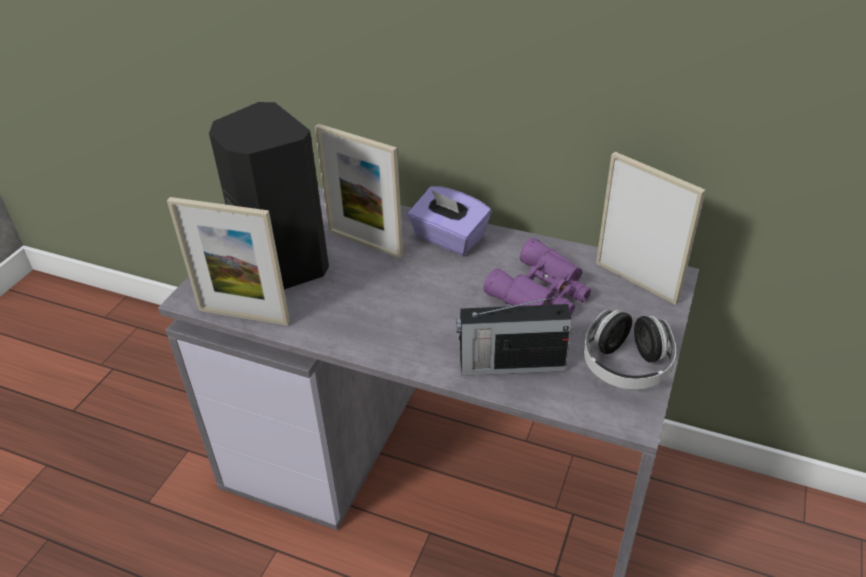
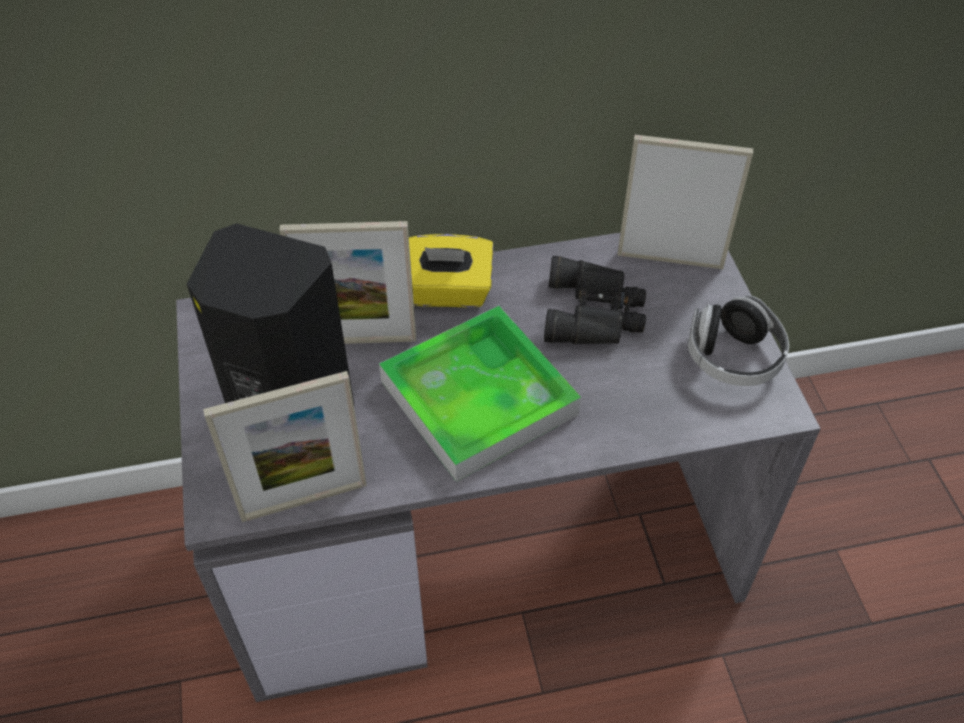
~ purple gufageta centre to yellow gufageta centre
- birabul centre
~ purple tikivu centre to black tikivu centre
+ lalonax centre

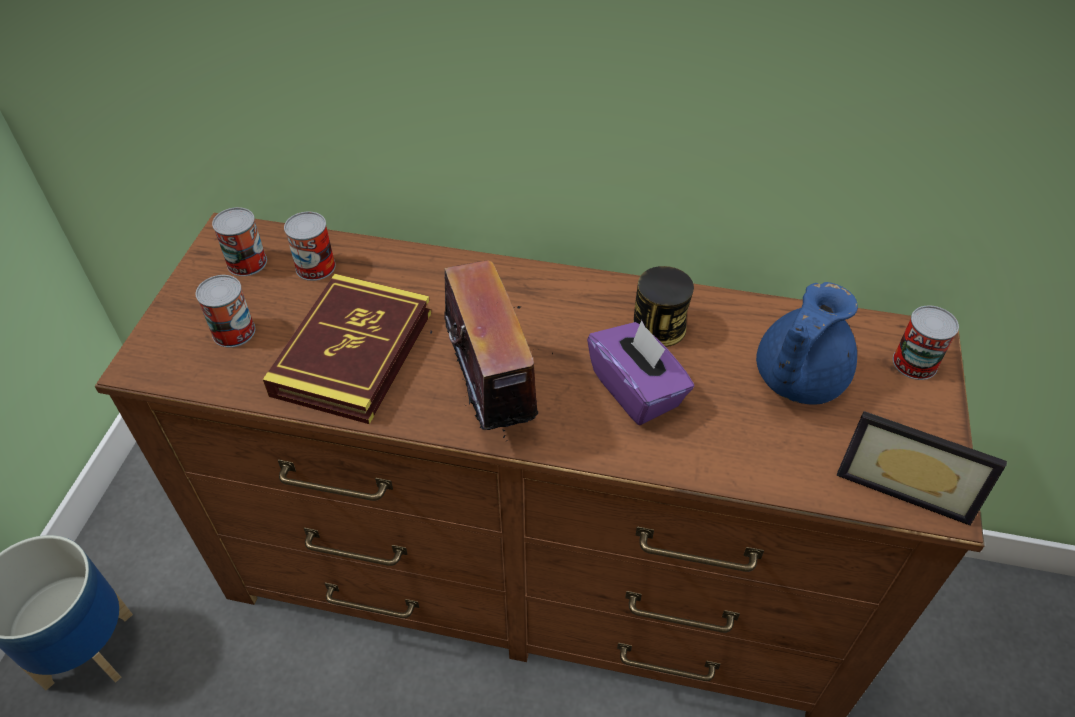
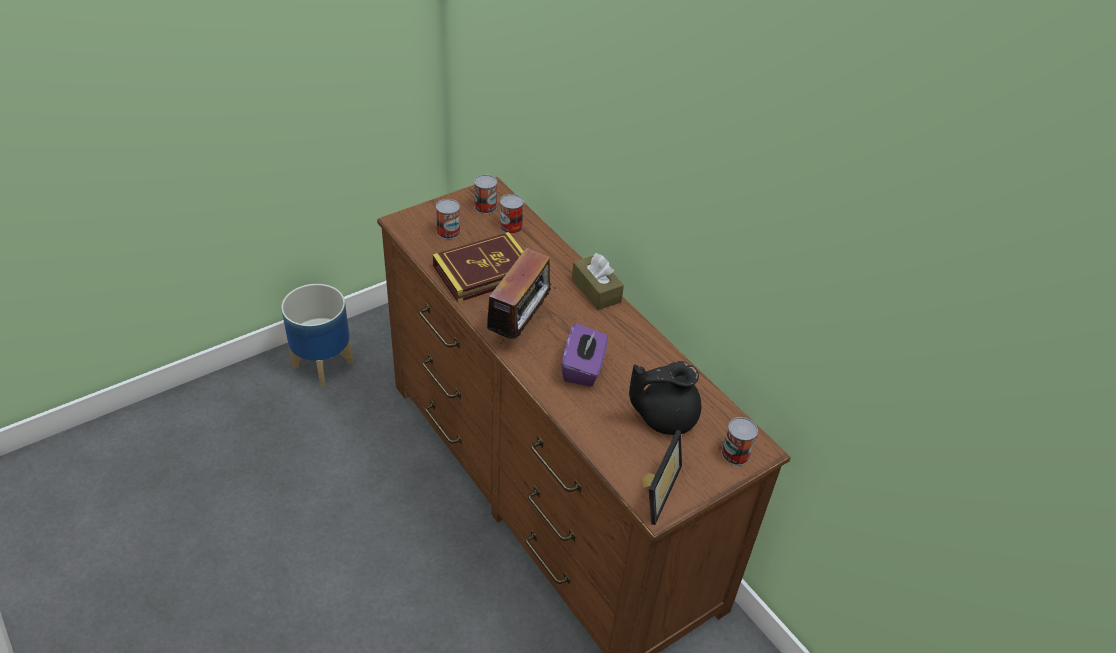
- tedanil (no. 4 from left) centre
~ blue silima middle right to black silima centre
~ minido middle right = bottom centre 135 degrees counterclockwise
+ brown gufageta centre

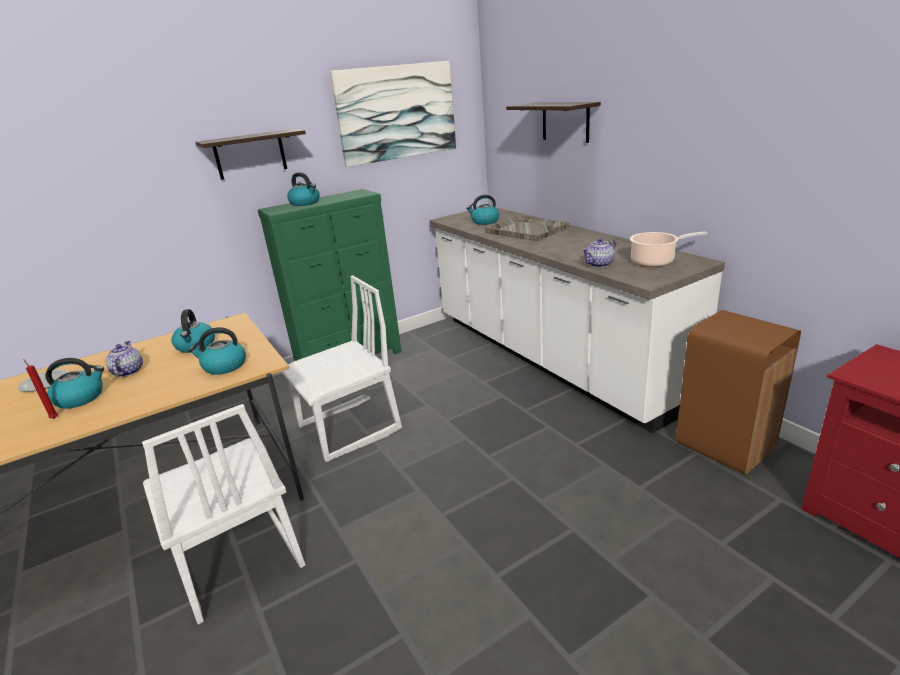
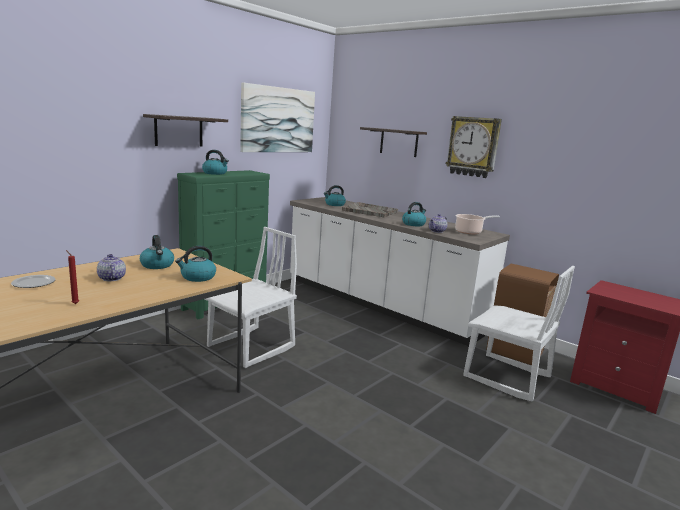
~ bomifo (no. 1 from left in the first image) middle left to bomifo (no. 5 from left) centre
~ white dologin (no. 1 from left in the first image) bottom left to white dologin (no. 2 from left) middle right
+ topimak top right

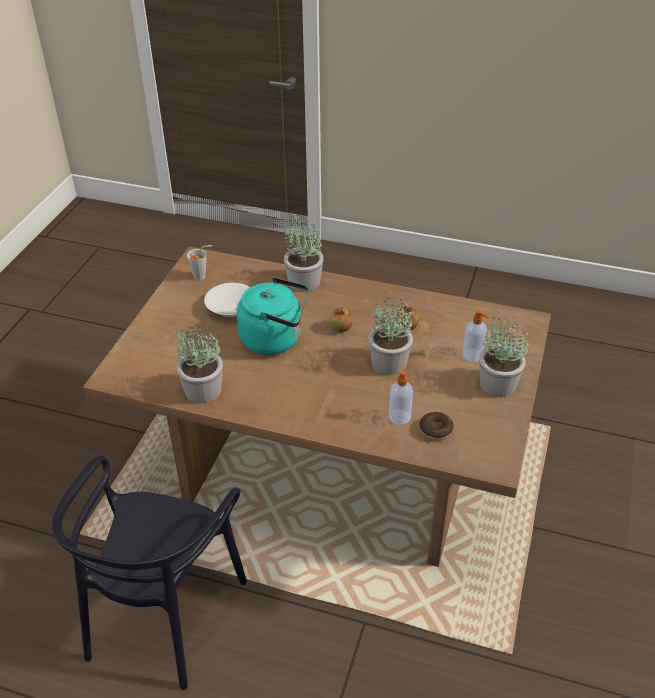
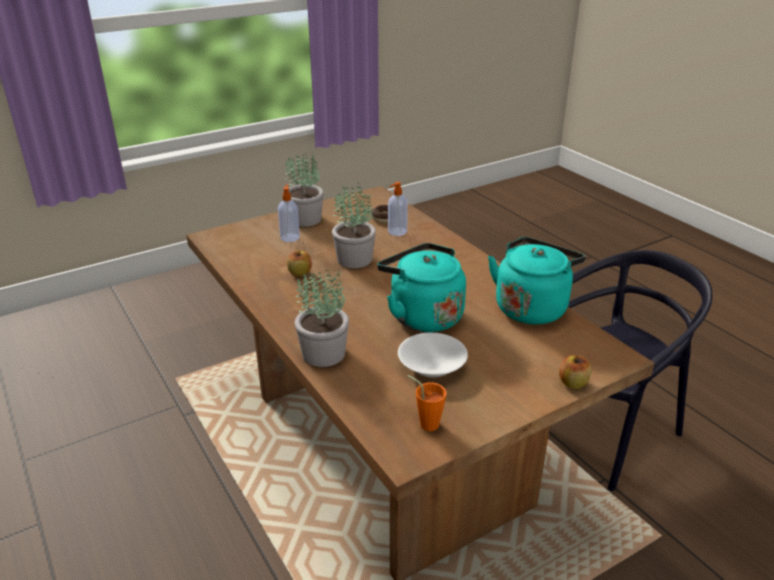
~ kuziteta (no. 1 from left) middle left to turquoise bomifo (no. 2 from left) middle right
~ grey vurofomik middle left to orange vurofomik bottom centre
~ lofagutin (no. 1 from left in the first image) centre to lofagutin (no. 2 from left) middle right

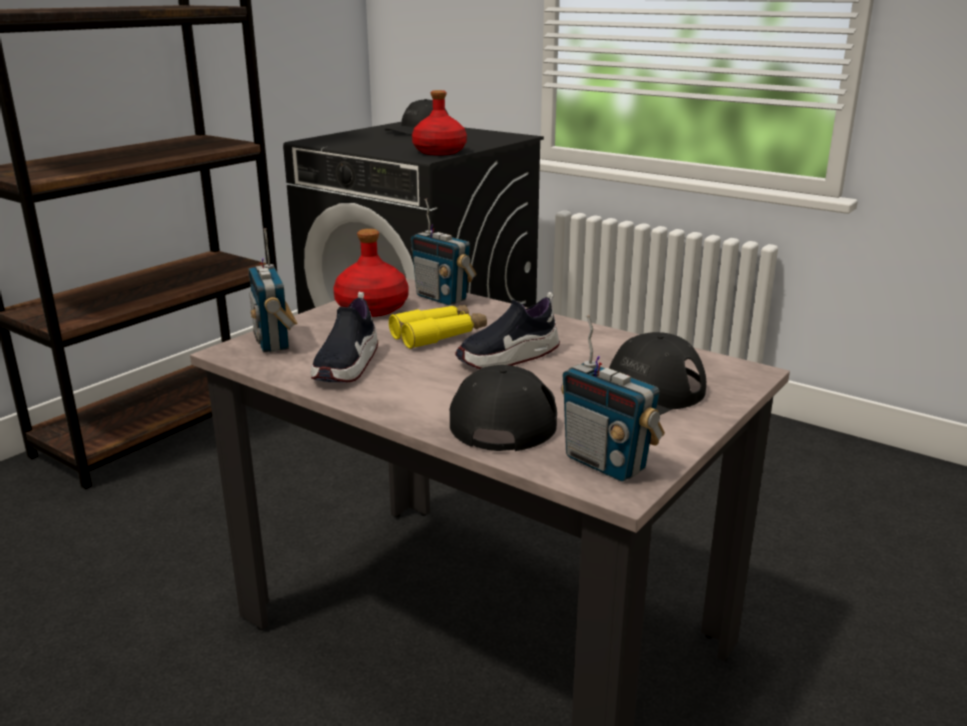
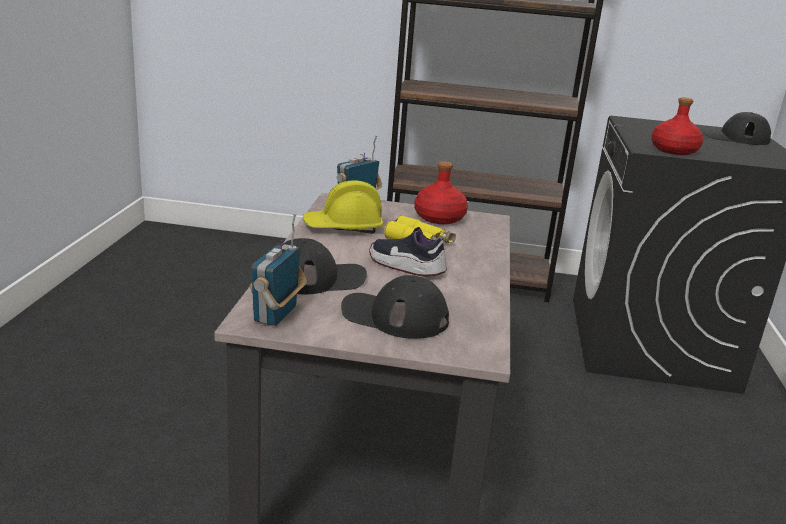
~ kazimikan (no. 1 from left) centre to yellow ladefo centre
- birabul (no. 2 from left) centre

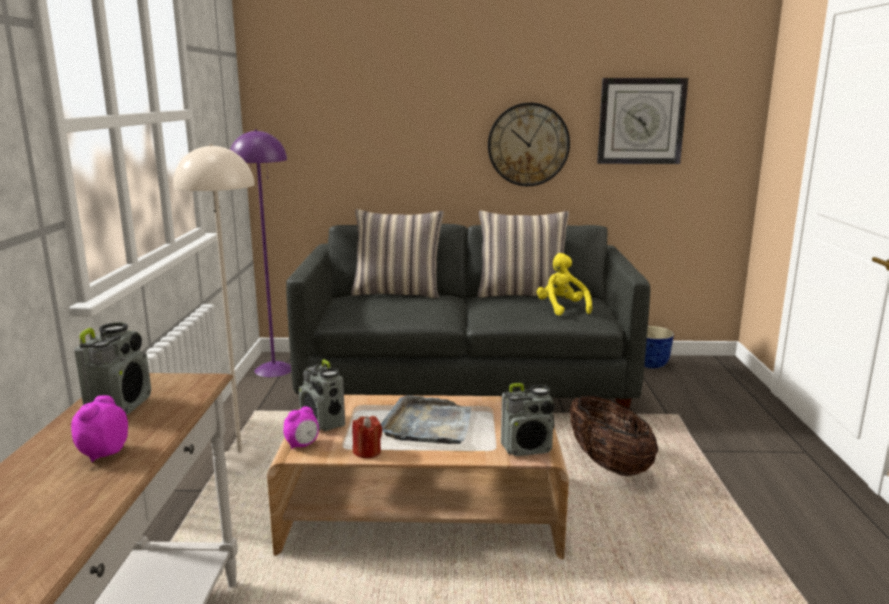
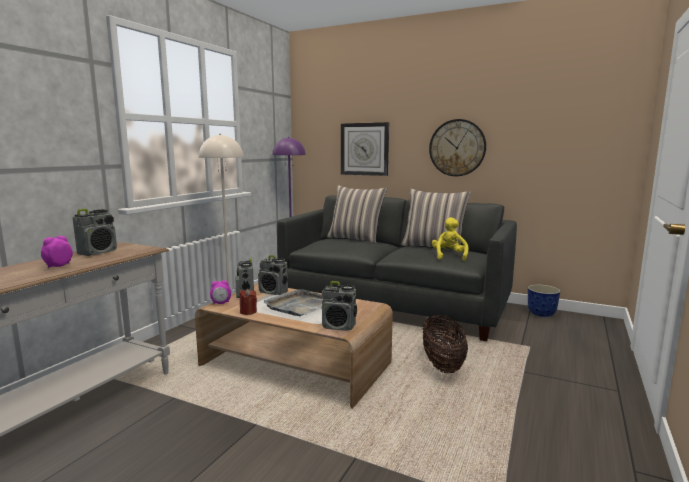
~ topimak (no. 2 from left in the first image) top right to topimak (no. 1 from left) top centre
+ birabul (no. 3 from left) centre

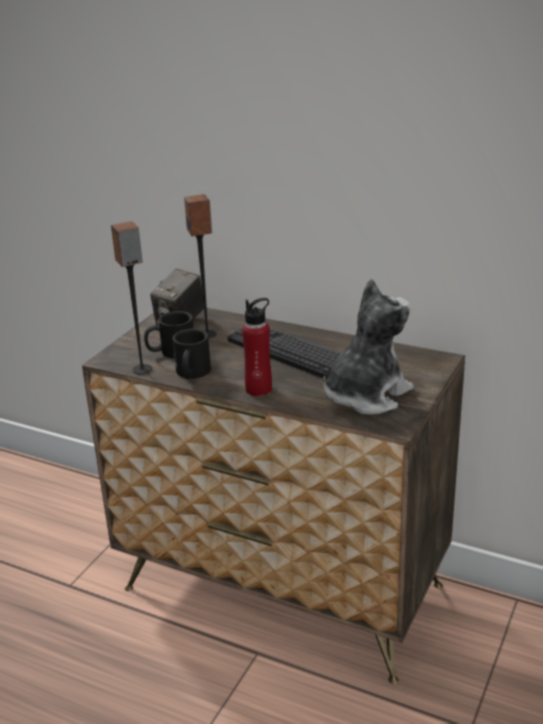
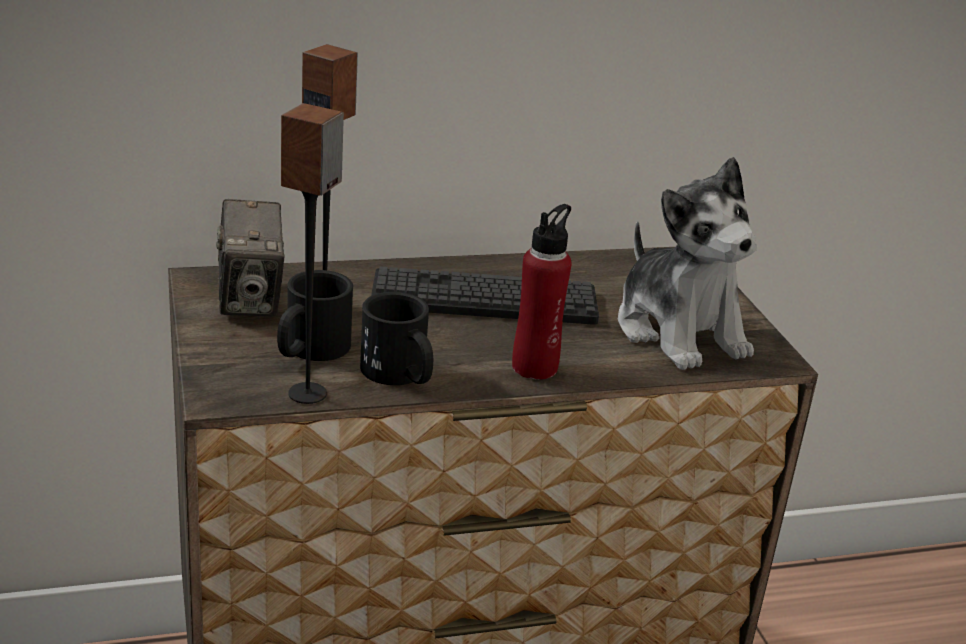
~ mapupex middle right = middle right 150 degrees clockwise

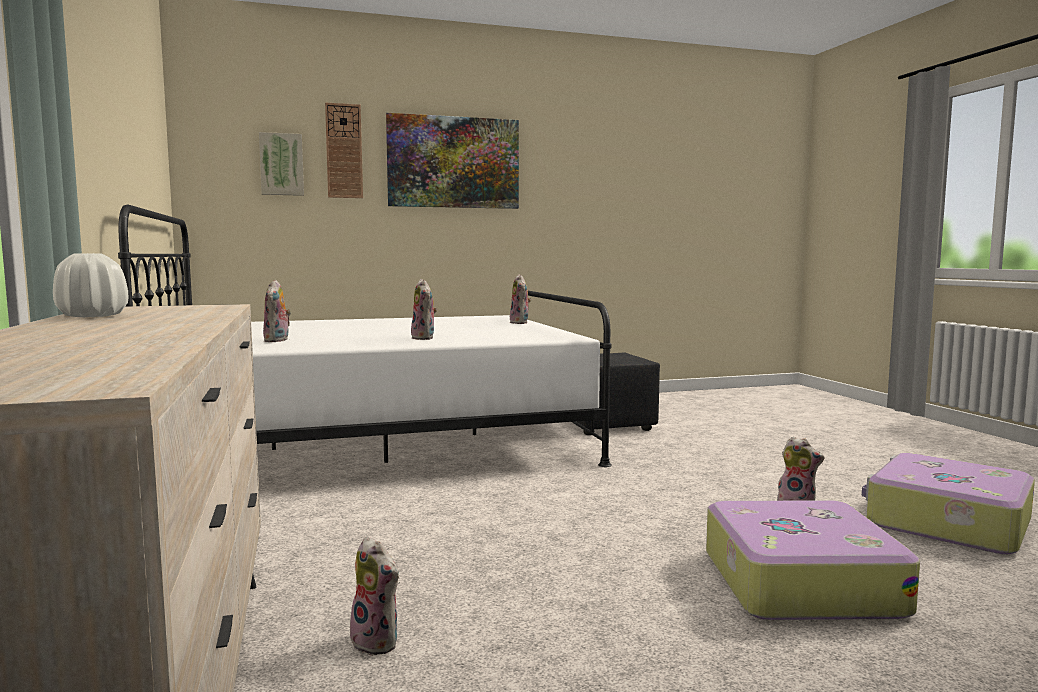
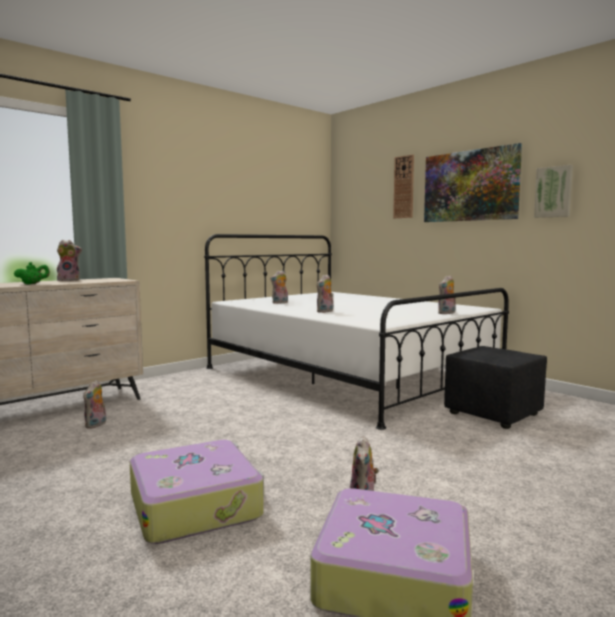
~ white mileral middle left to mapupex (no. 1 from left) middle left
~ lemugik (no. 1 from left in the first image) top left to lemugik (no. 2 from left) top right
+ green silima middle left

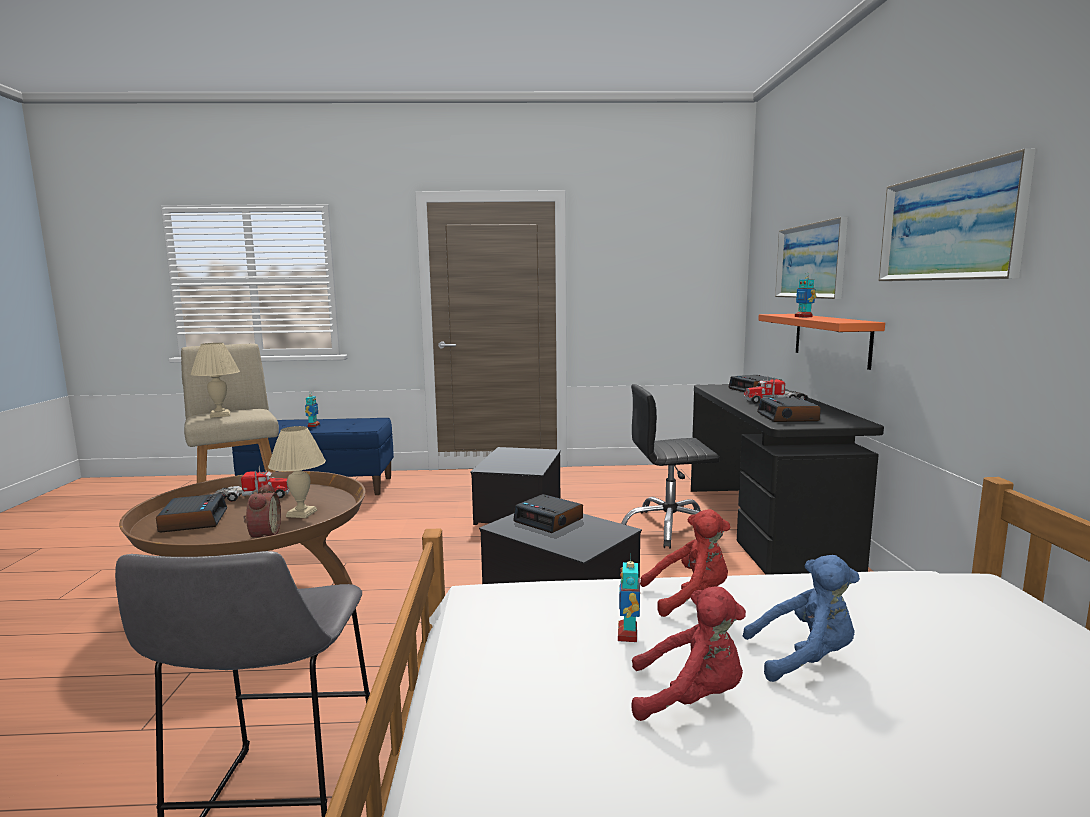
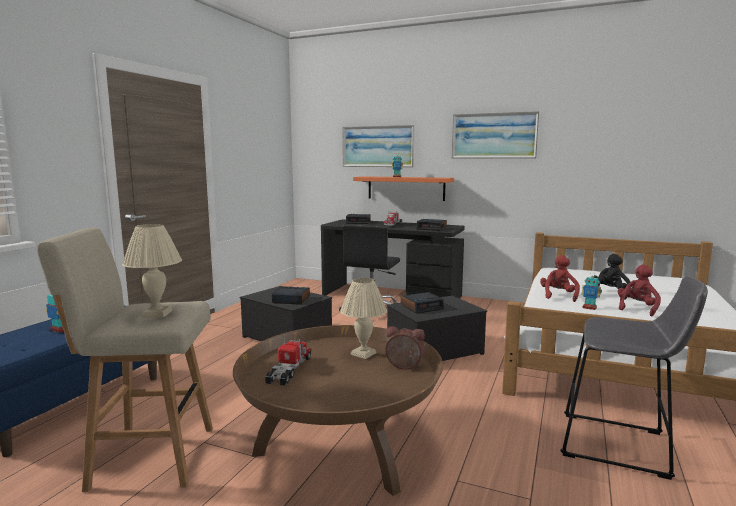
~ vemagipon (no. 1 from left) middle left to centre
~ blue mapupex bottom right to black mapupex middle right

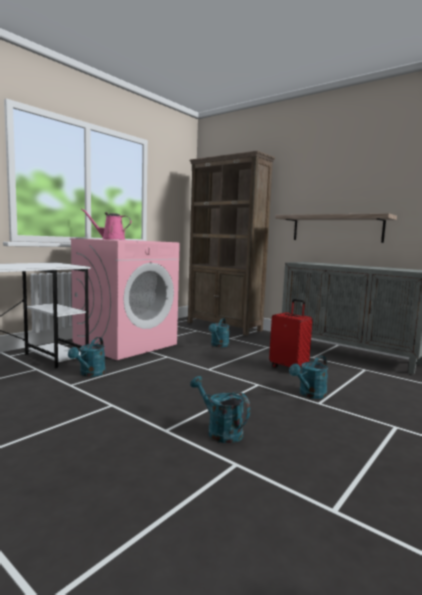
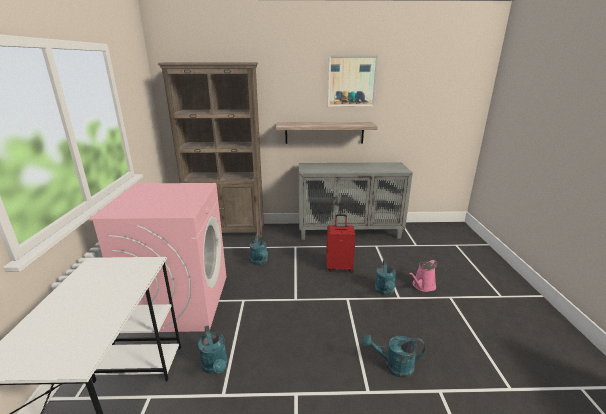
~ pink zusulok middle left to bottom right
+ lemugik top centre

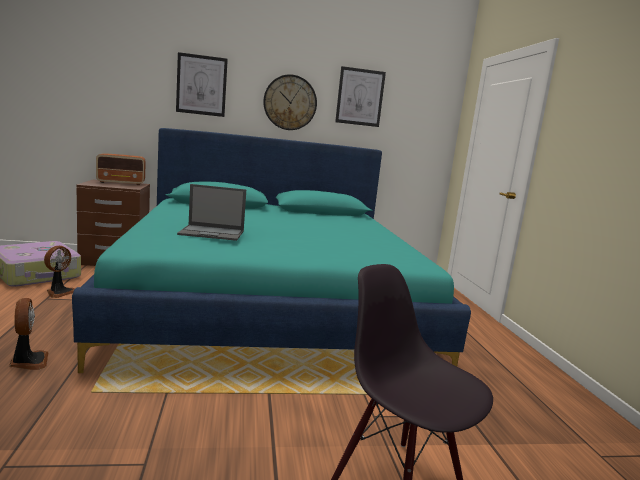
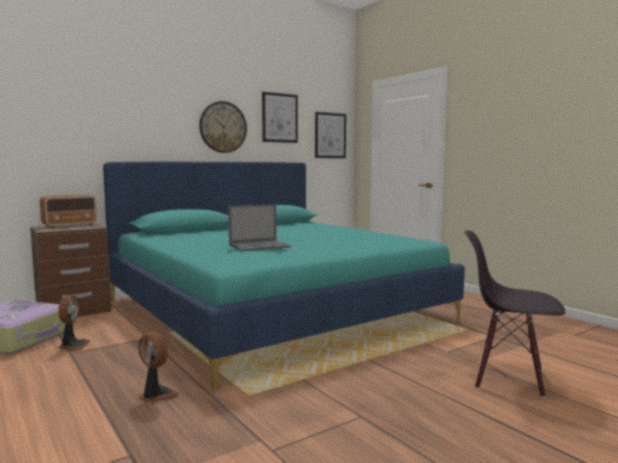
~ lemugik (no. 1 from left in the first image) top left to lemugik (no. 2 from left) top centre

